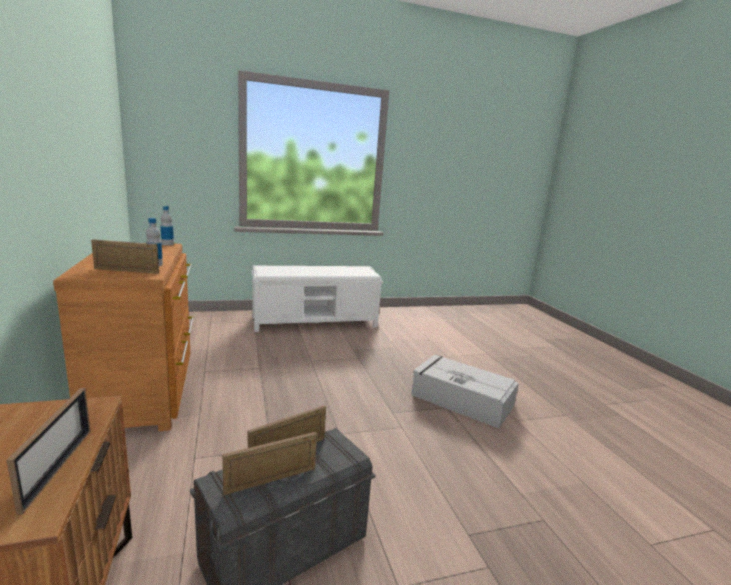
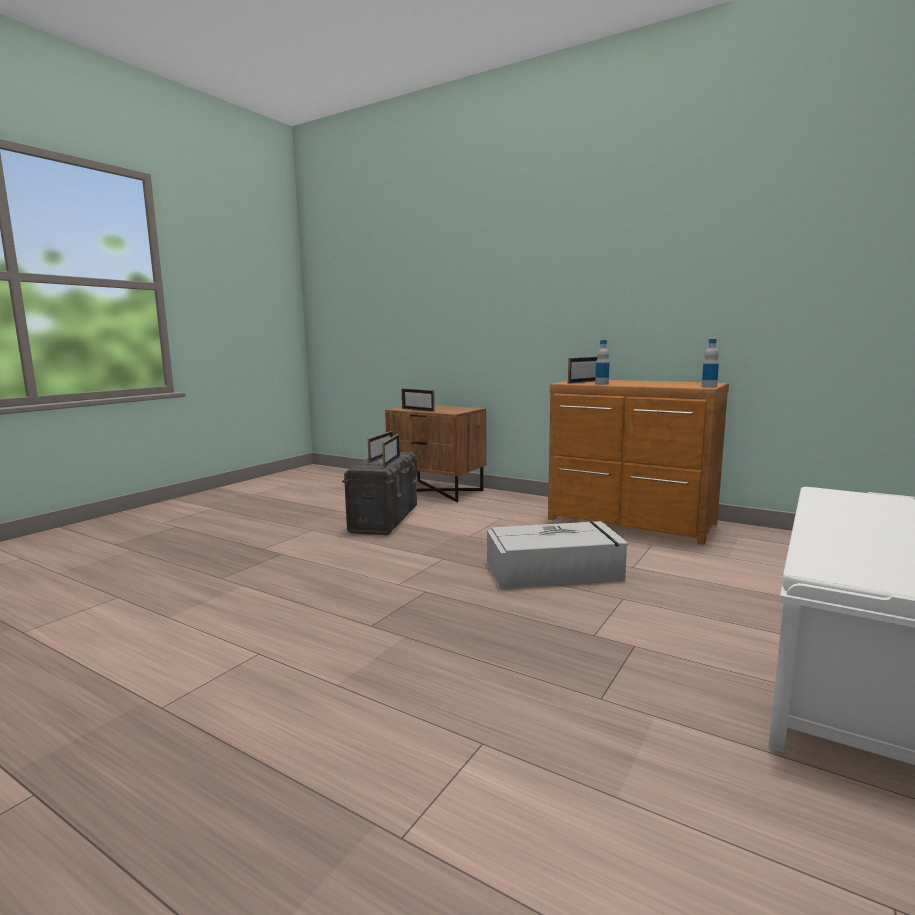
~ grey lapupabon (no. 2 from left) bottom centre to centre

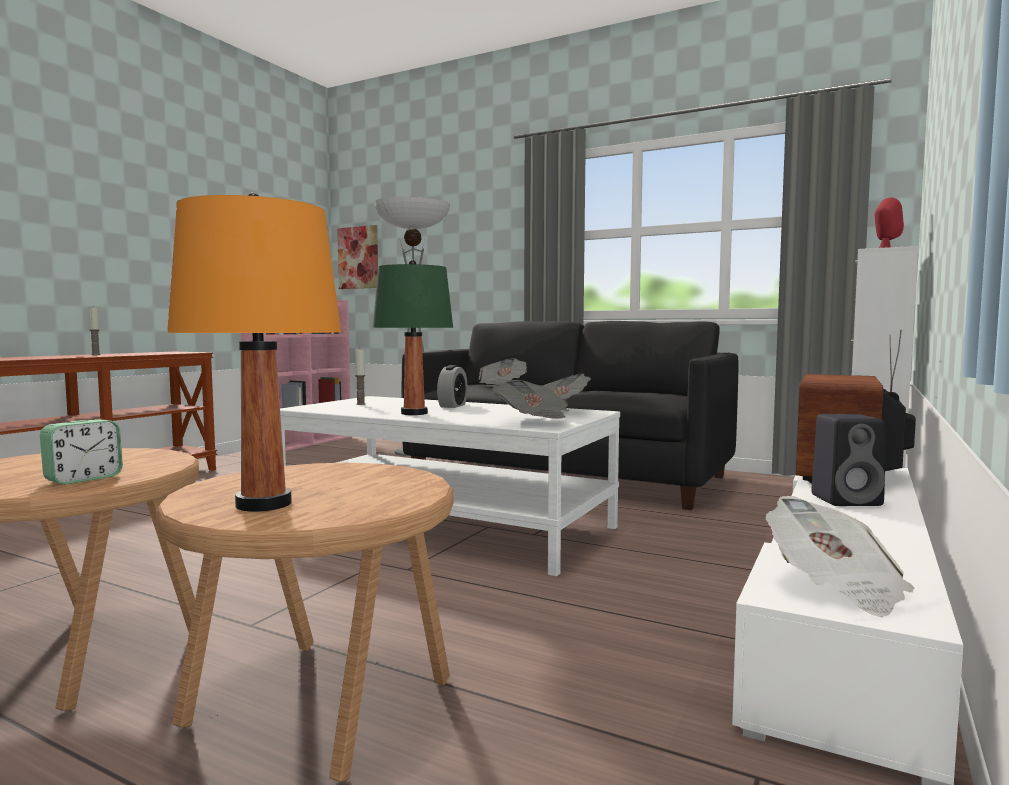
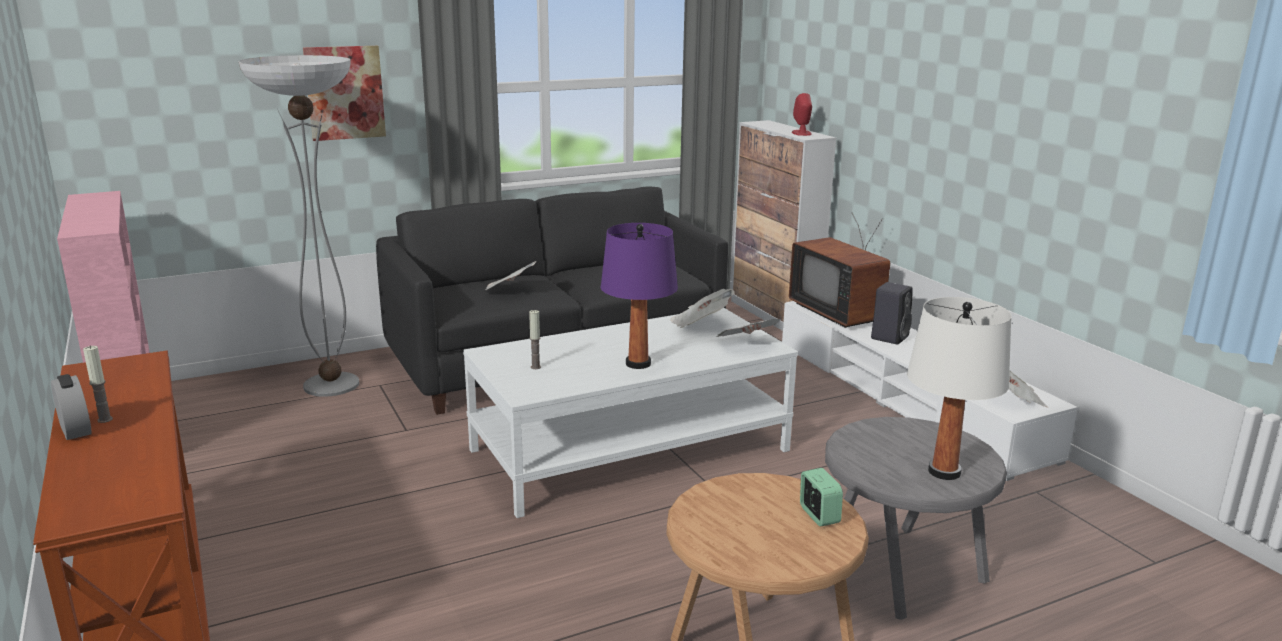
~ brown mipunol (no. 2 from left) bottom left to grey mipunol bottom right
~ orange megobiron middle left to white megobiron middle right
~ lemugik top centre to top left
~ green megobiron centre to purple megobiron centre
~ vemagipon (no. 2 from left in the first image) centre to vemagipon (no. 1 from left) middle left

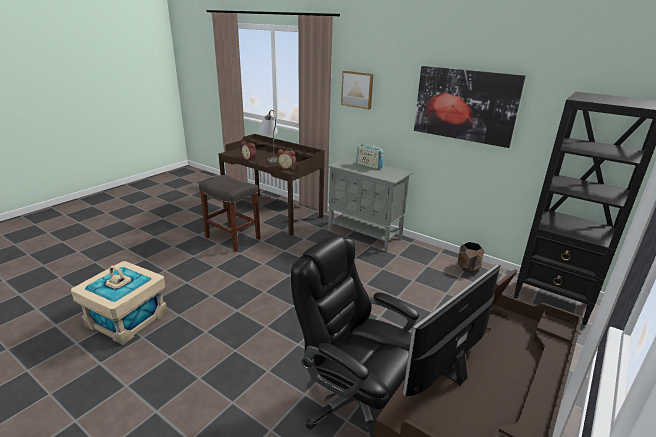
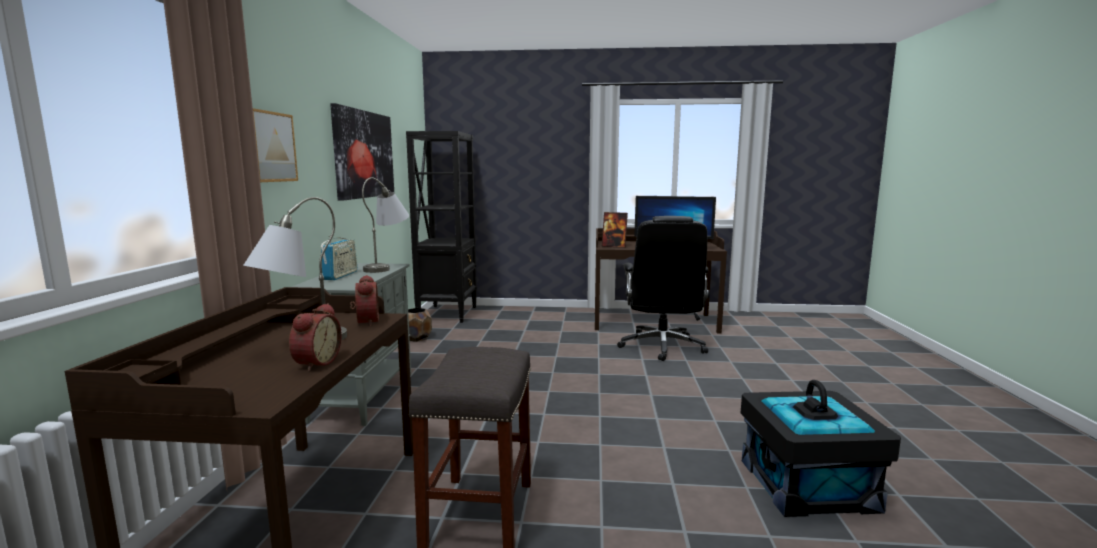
~ beige lapupabon bottom left to black lapupabon bottom right
+ grey megobiron (no. 2 from left) centre

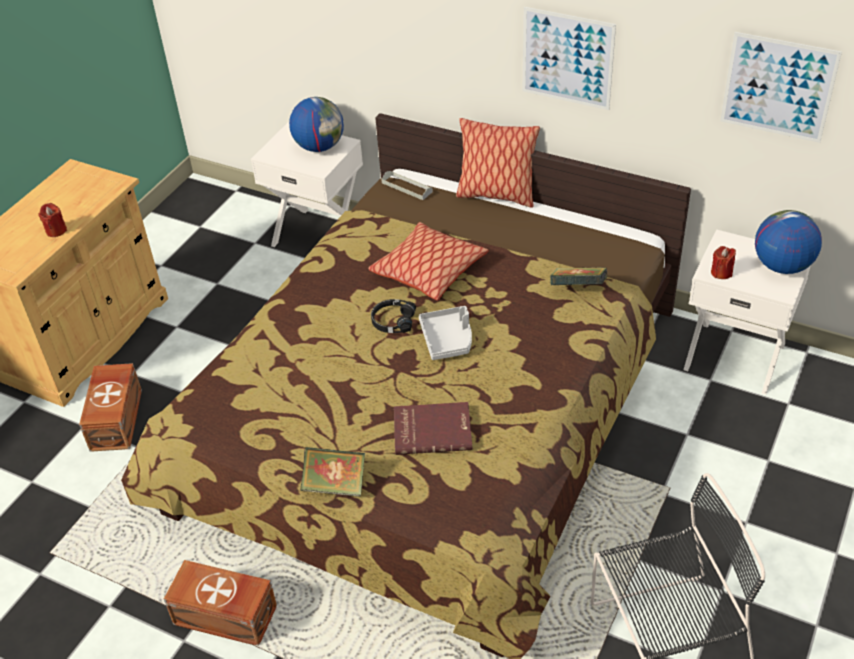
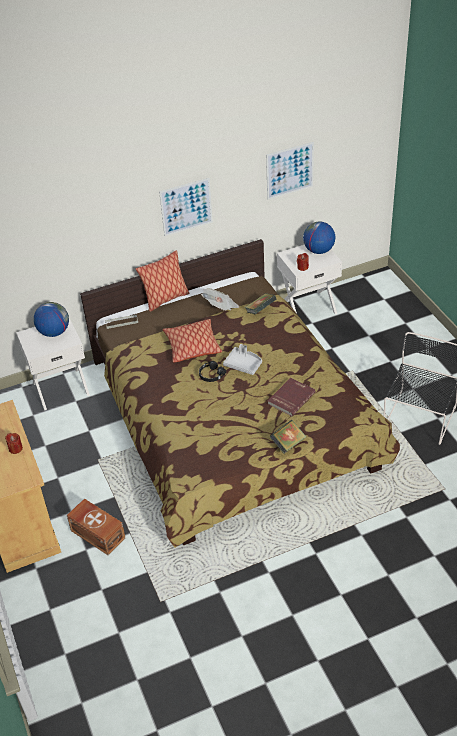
- brown lapupabon (no. 2 from left) bottom left
+ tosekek centre

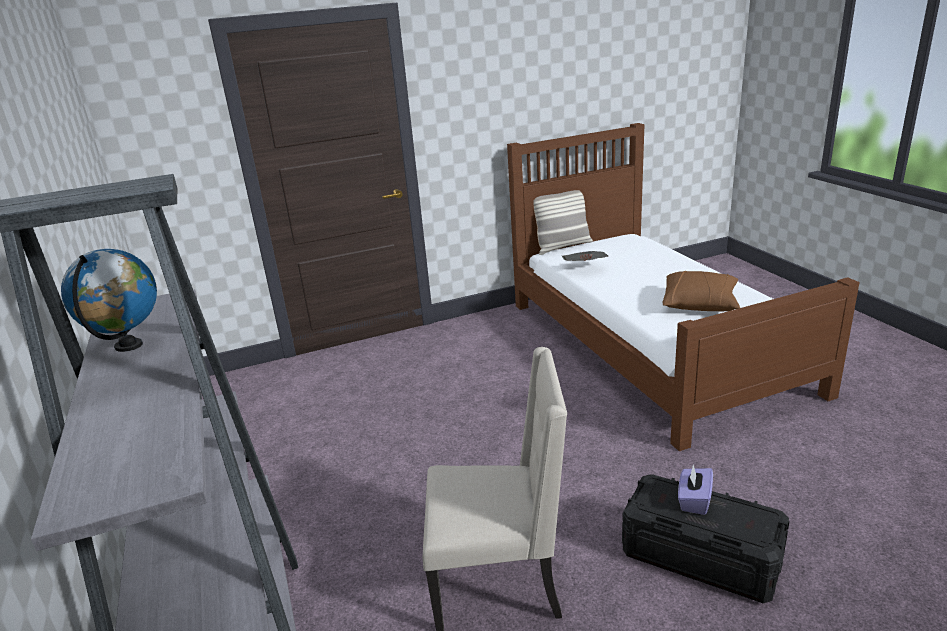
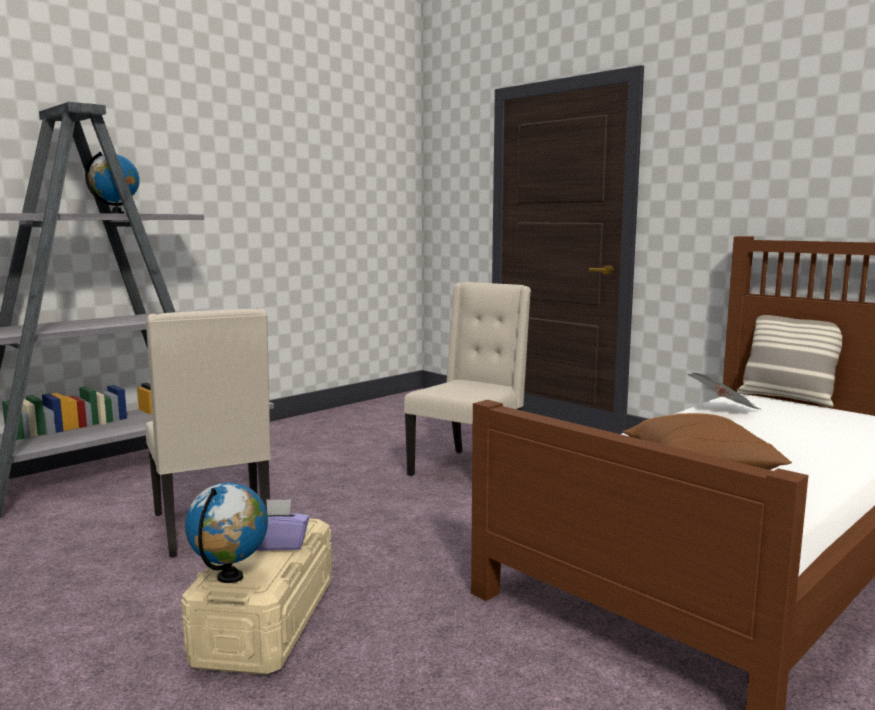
~ black lapupabon bottom right to beige lapupabon bottom left
+ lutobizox (no. 2 from left) bottom left
+ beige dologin (no. 2 from left) centre

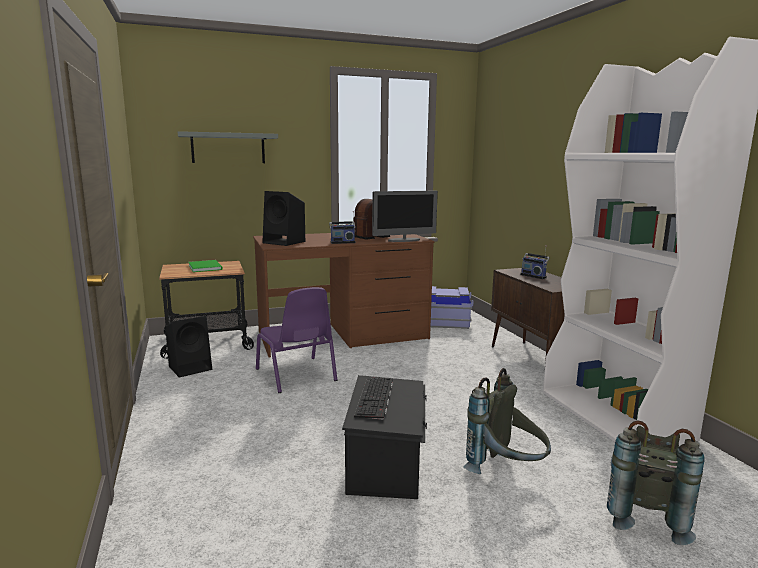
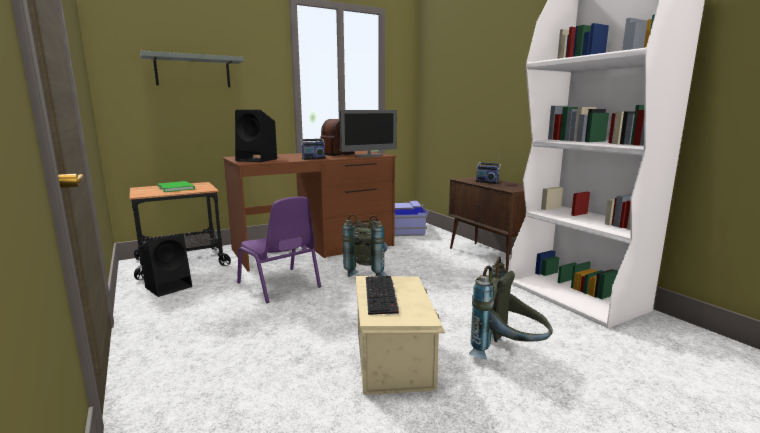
~ black lapupabon bottom centre to beige lapupabon bottom centre
~ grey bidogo (no. 2 from left in the first image) bottom right to grey bidogo (no. 1 from left) centre

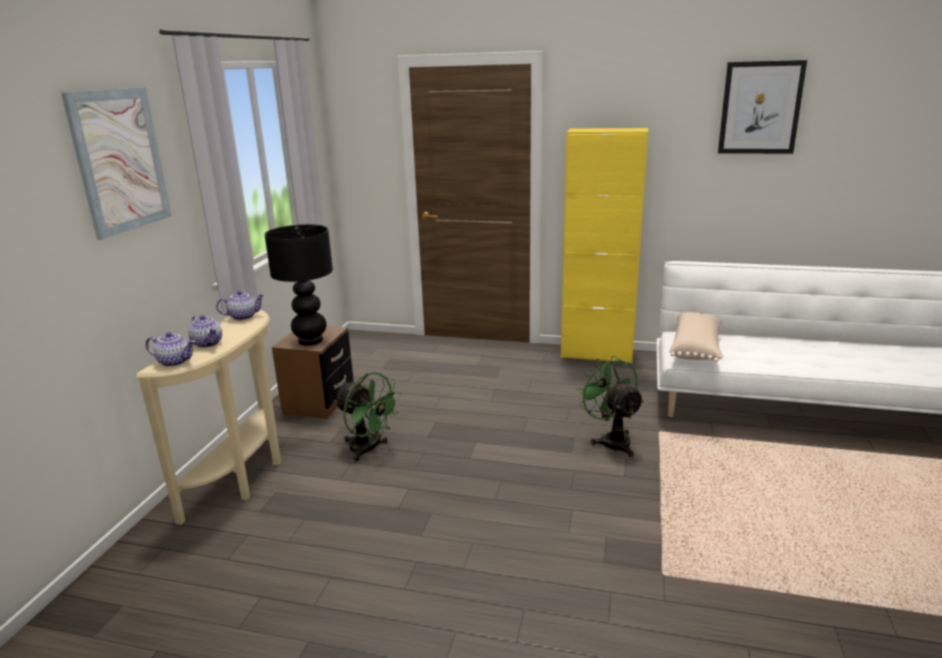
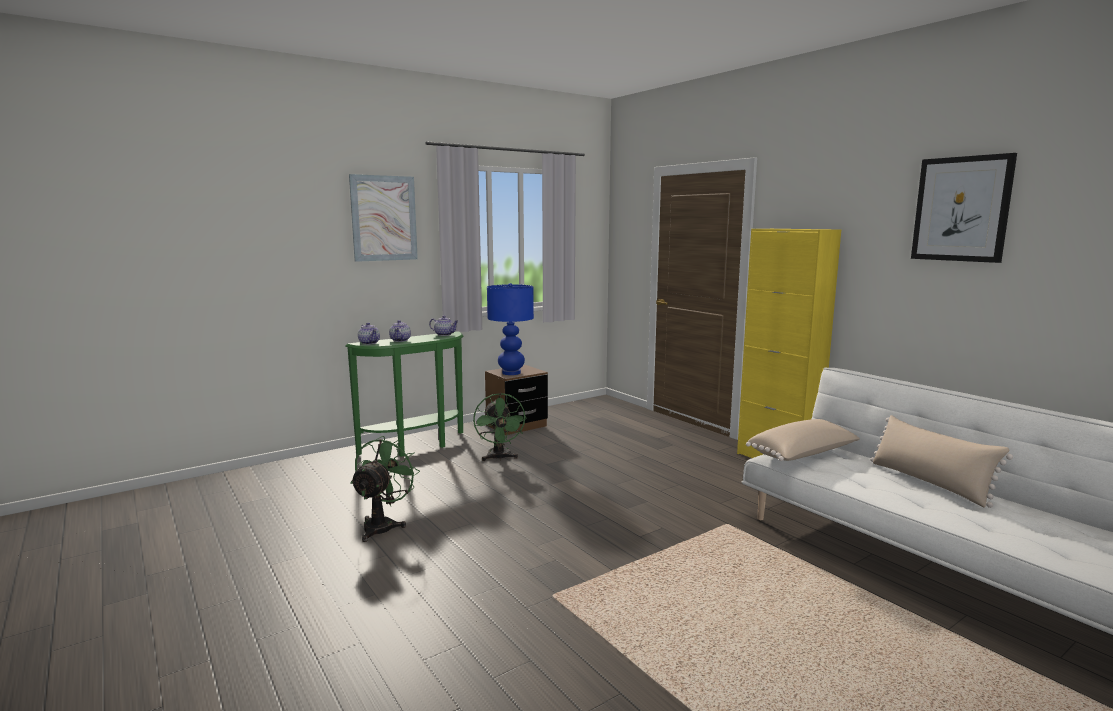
~ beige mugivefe middle left to green mugivefe centre
~ black megobiron middle left to blue megobiron centre
~ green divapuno (no. 2 from left in the first image) centre to green divapuno (no. 1 from left) bottom centre
+ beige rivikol (no. 2 from left) middle right

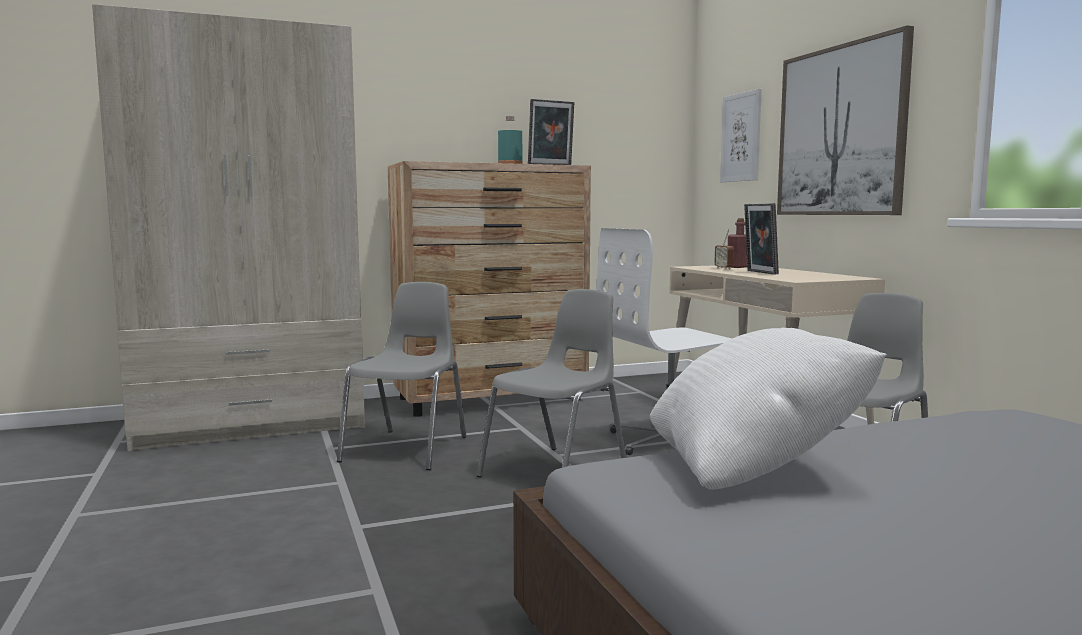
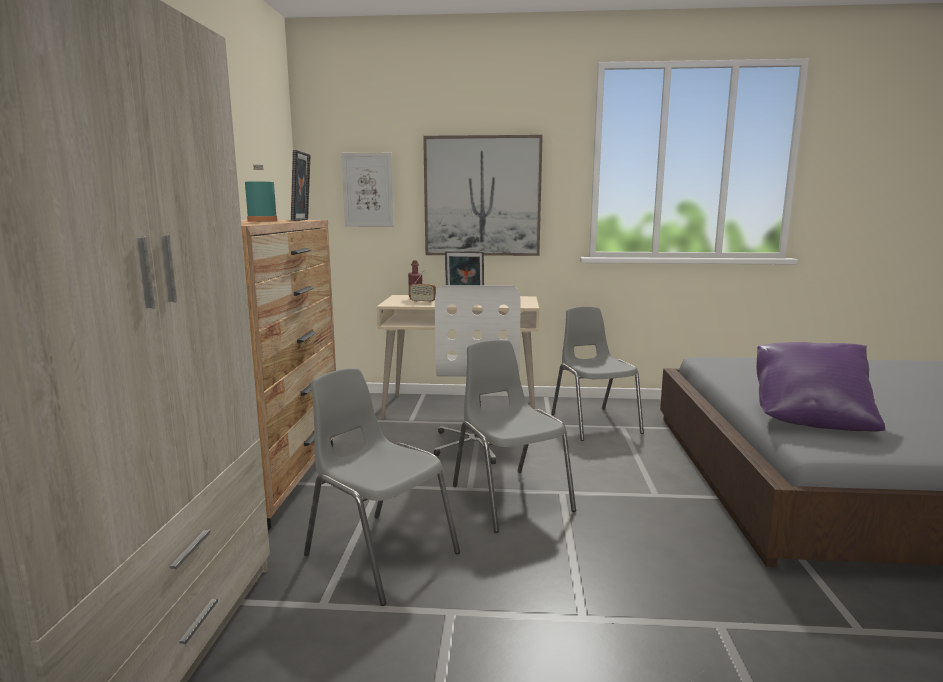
~ white rivikol middle right to purple rivikol middle right

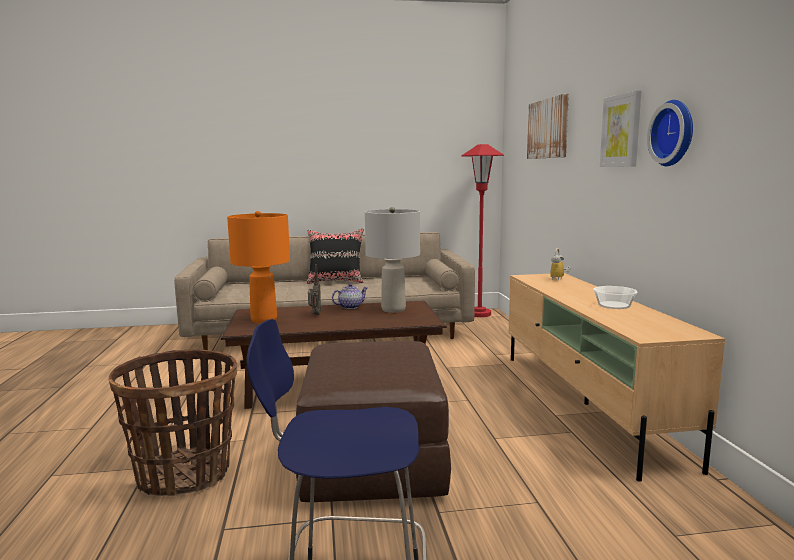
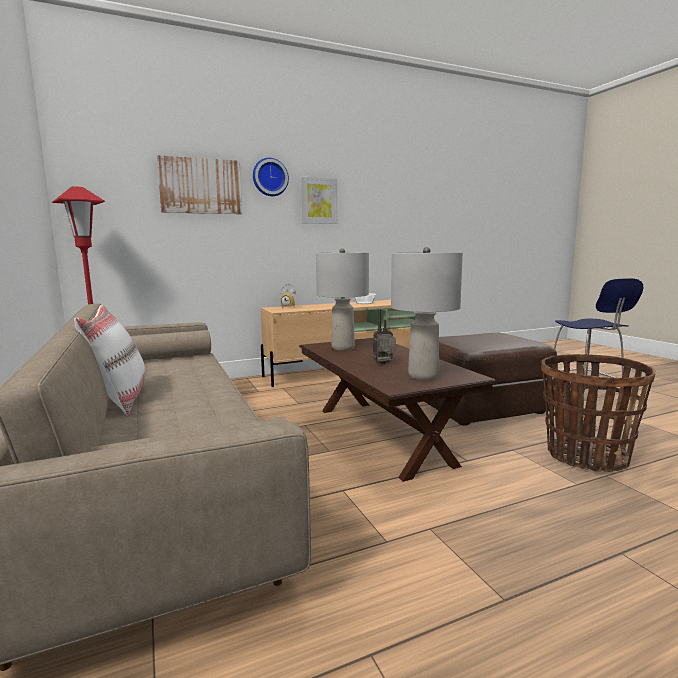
~ orange megobiron middle left to grey megobiron (no. 2 from left) centre
~ black rivikol centre to white rivikol middle left
- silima centre
~ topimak top right to top centre

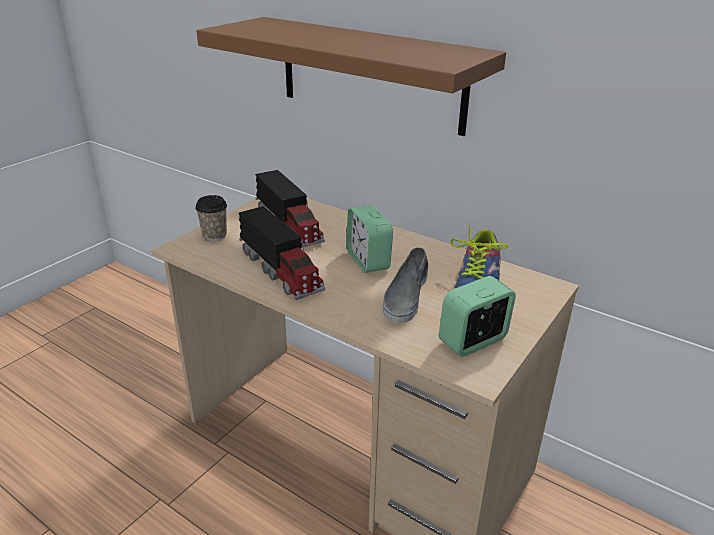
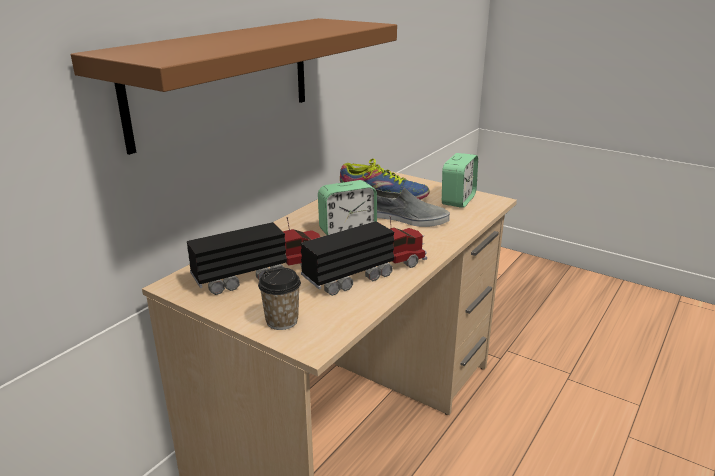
~ vemagipon (no. 2 from left) middle right = centre 120 degrees counterclockwise

